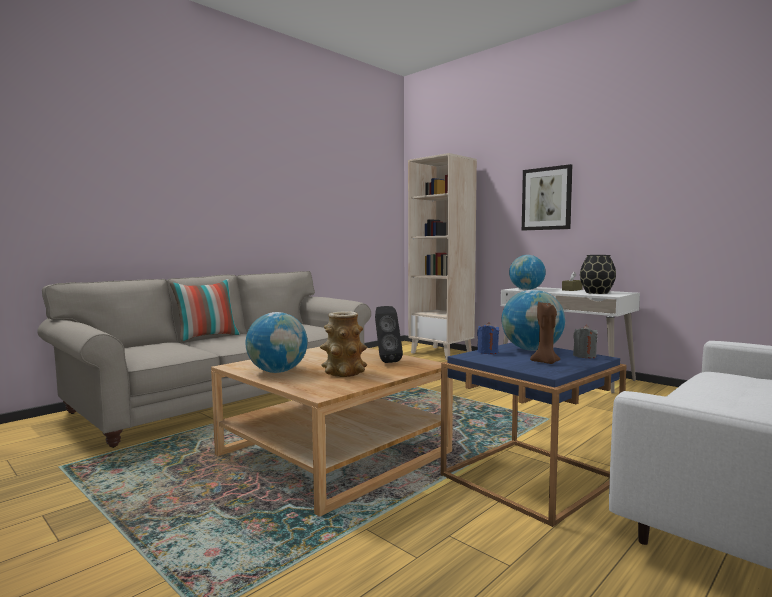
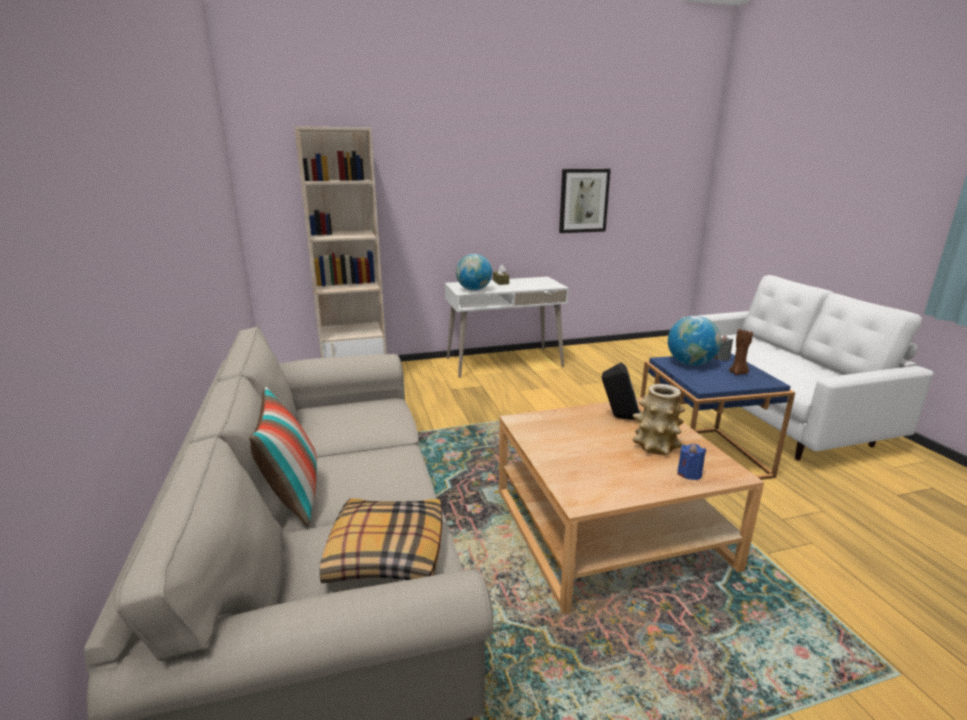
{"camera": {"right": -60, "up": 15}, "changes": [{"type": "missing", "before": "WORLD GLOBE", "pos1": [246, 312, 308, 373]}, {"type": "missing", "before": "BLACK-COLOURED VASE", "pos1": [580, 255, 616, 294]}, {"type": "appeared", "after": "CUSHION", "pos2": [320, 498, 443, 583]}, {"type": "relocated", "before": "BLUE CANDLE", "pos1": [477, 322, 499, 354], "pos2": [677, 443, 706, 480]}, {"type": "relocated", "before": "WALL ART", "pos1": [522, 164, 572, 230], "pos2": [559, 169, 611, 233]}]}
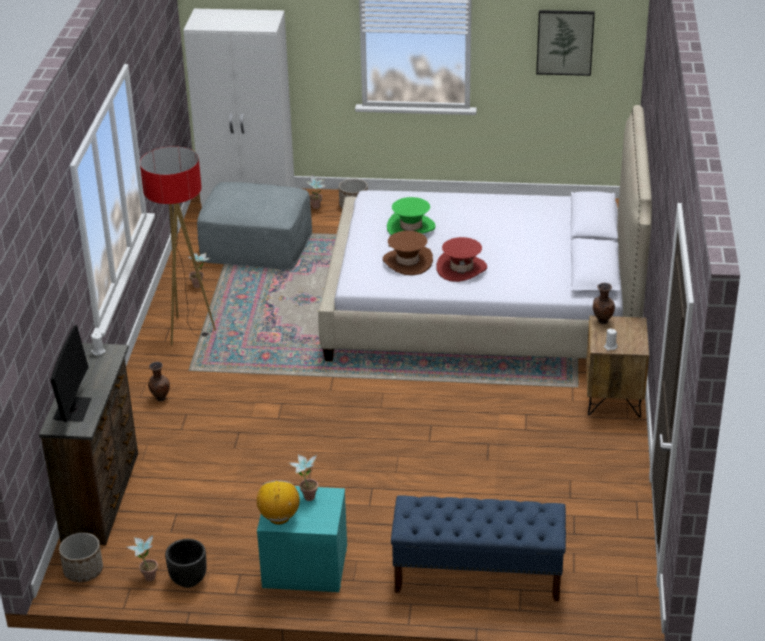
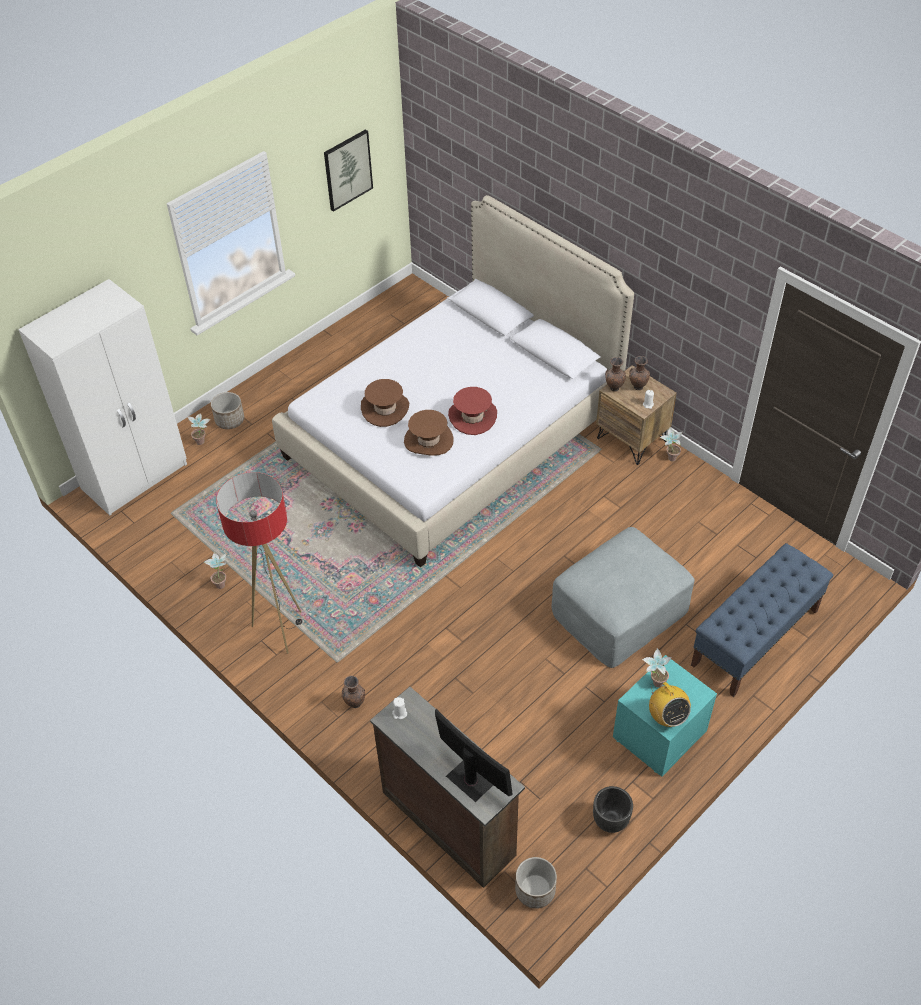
{"camera": {"right": -50, "up": 15}, "changes": [{"type": "appeared", "after": "BROWN VASE", "pos2": [629, 356, 650, 390]}, {"type": "relocated", "before": "HOUSEPLANT", "pos1": [127, 535, 158, 581], "pos2": [660, 427, 683, 461]}, {"type": "relocated", "before": "GRAY OTTOMAN", "pos1": [197, 182, 312, 269], "pos2": [551, 527, 695, 668]}, {"type": "colour", "before": "GREEN HAT", "after": "BROWN HAT", "pos1": [387, 197, 436, 235], "pos2": [361, 379, 409, 427]}, {"type": "spun", "before": "RADIO", "pos1": [257, 481, 300, 525], "pos2": [649, 682, 691, 727], "turn": -150}]}
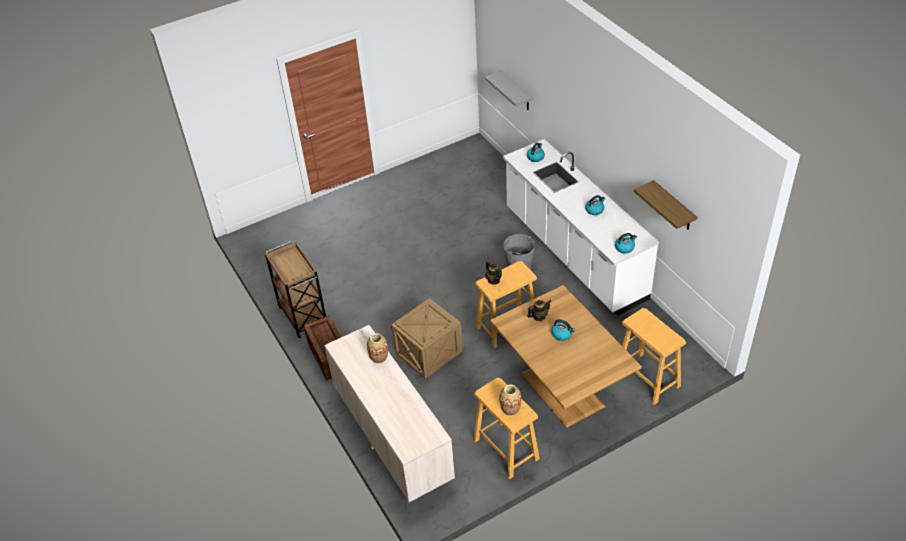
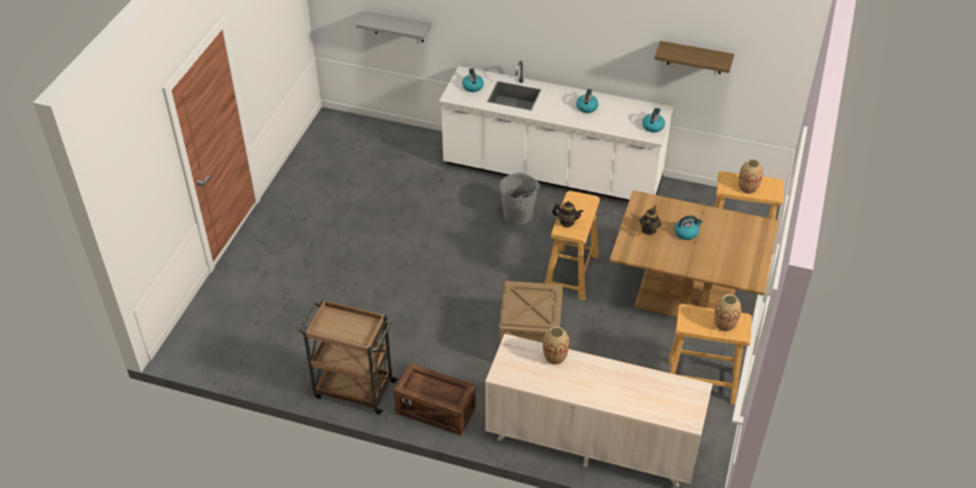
{"camera": {"right": -45, "up": 0}, "changes": [{"type": "appeared", "after": "VASE", "pos2": [739, 159, 763, 194]}]}
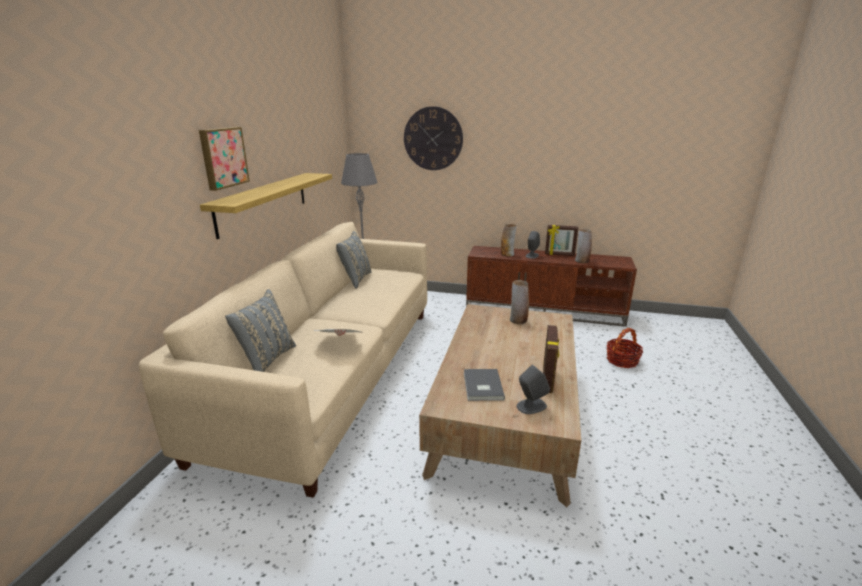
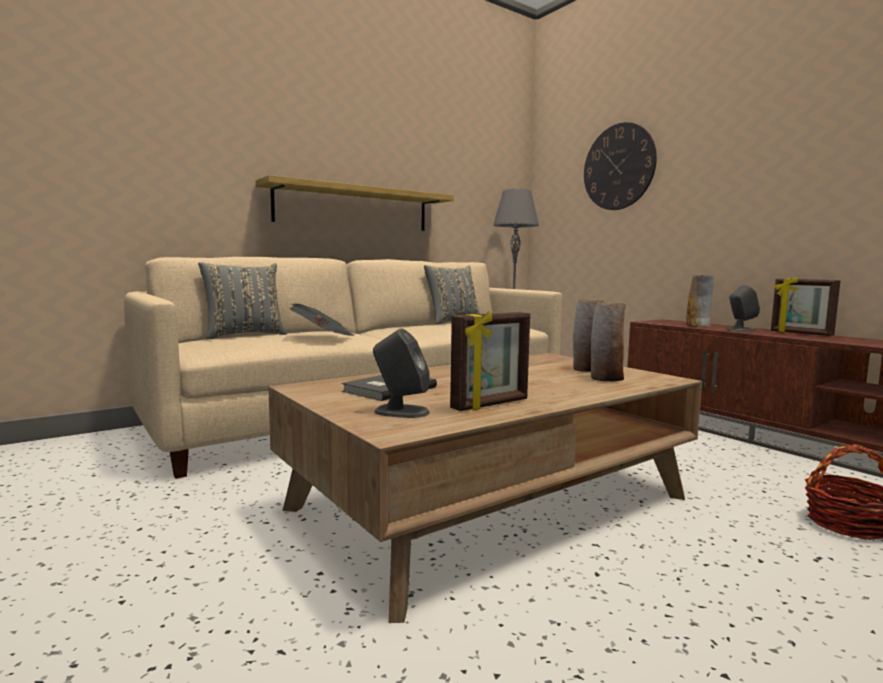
{"camera": {"right": 40, "up": -15}, "changes": [{"type": "missing", "before": "WALL ART", "pos1": [199, 127, 250, 191]}, {"type": "relocated", "before": "VASE", "pos1": [575, 229, 592, 263], "pos2": [591, 302, 626, 381]}]}
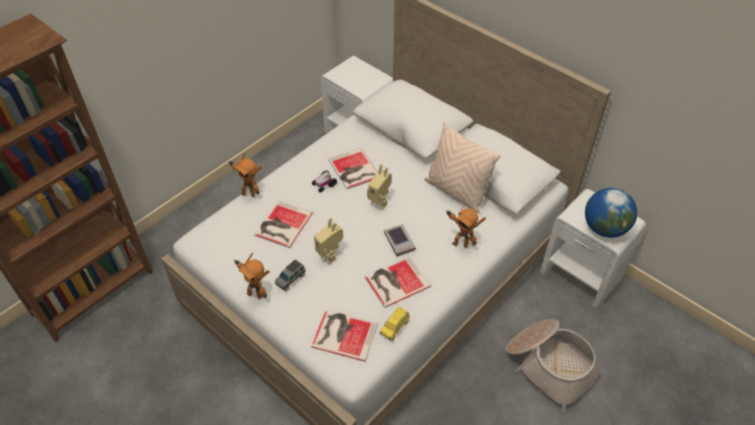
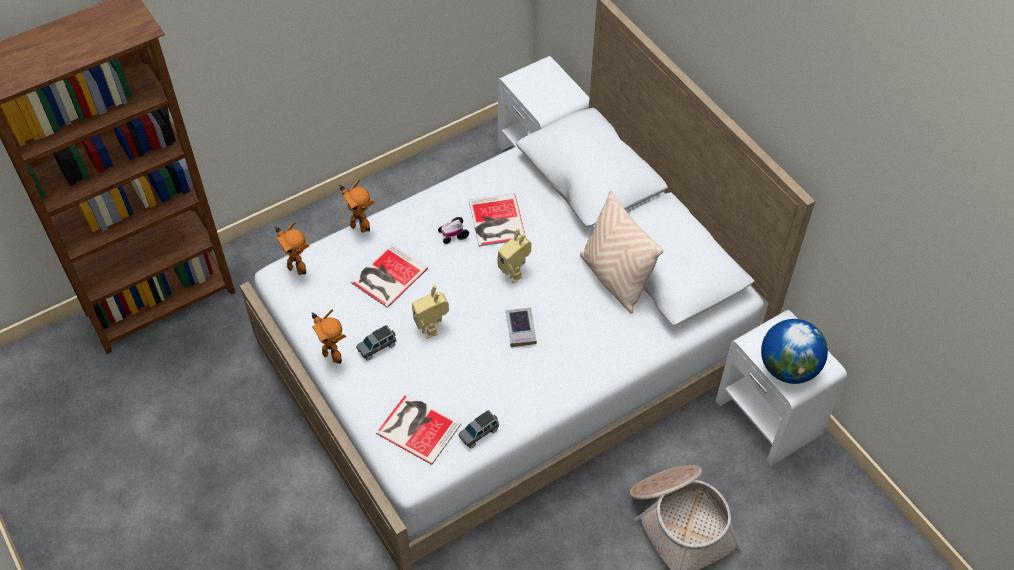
{"camera": {"right": 15, "up": 5}, "changes": [{"type": "missing", "before": "BOOK", "pos1": [364, 256, 431, 308]}, {"type": "relocated", "before": "MODEL ROBOT", "pos1": [446, 203, 486, 248], "pos2": [274, 222, 310, 275]}, {"type": "colour", "before": "YELLOWISH TOY CAR", "after": "GRAY TOY CAR", "pos1": [380, 306, 409, 341], "pos2": [459, 410, 499, 449]}]}
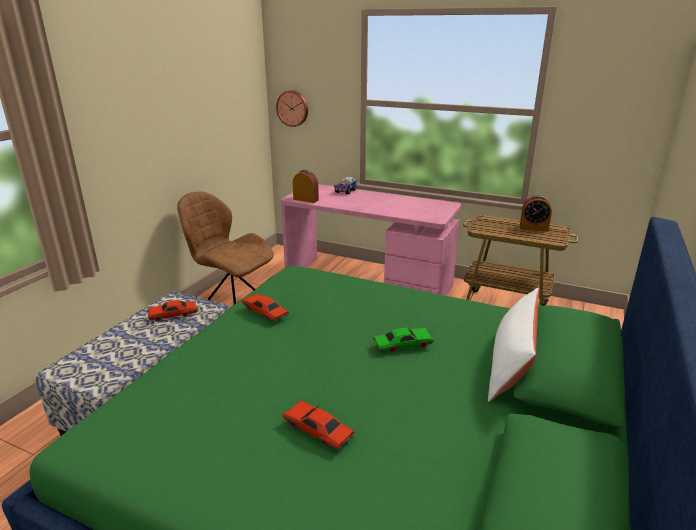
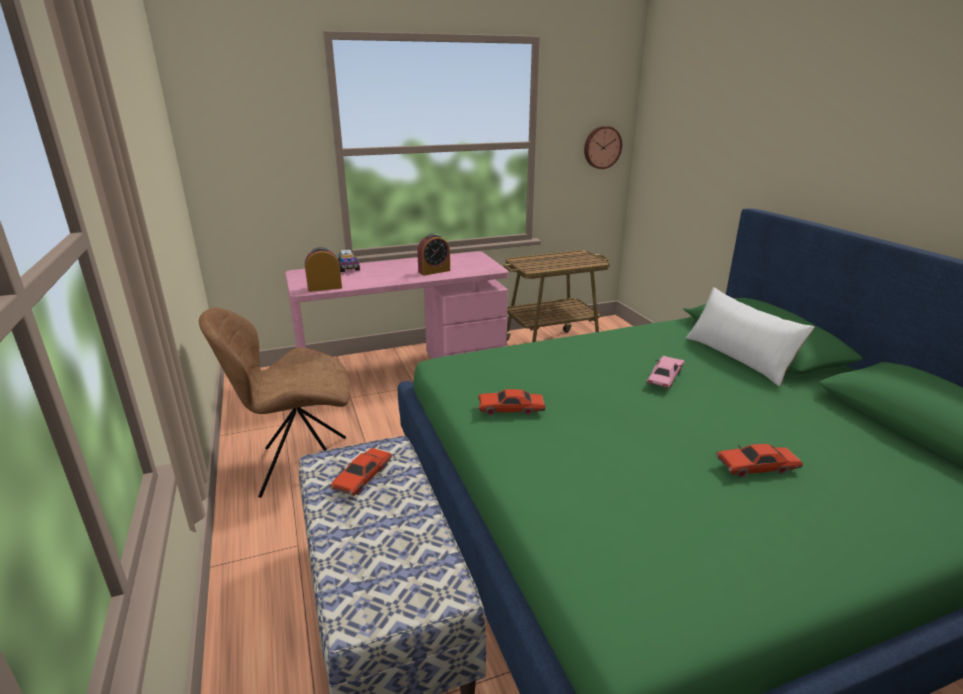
{"camera": {"right": -45, "up": 0}, "changes": [{"type": "relocated", "before": "CLOCK ON THE WALL", "pos1": [276, 90, 308, 127], "pos2": [584, 126, 622, 169]}, {"type": "relocated", "before": "ALARM CLOCK", "pos1": [520, 195, 552, 232], "pos2": [417, 234, 450, 275]}, {"type": "colour", "before": "GREEN TOY CAR", "after": "PINK TOY CAR", "pos1": [373, 327, 434, 353], "pos2": [646, 356, 685, 390]}]}
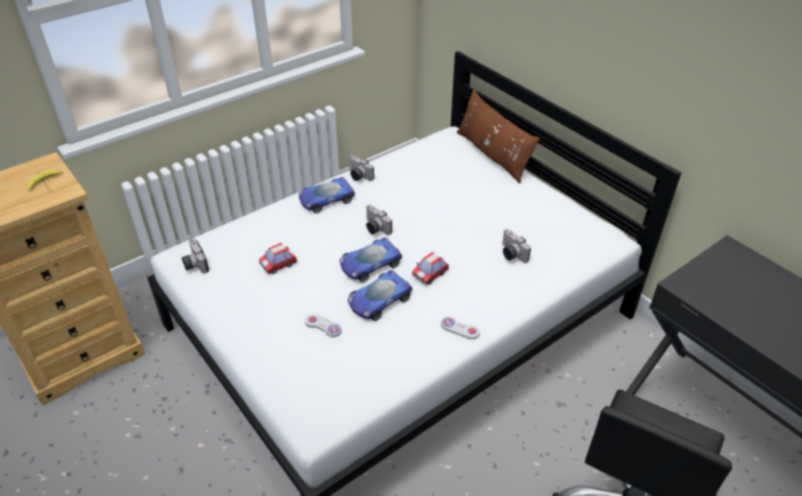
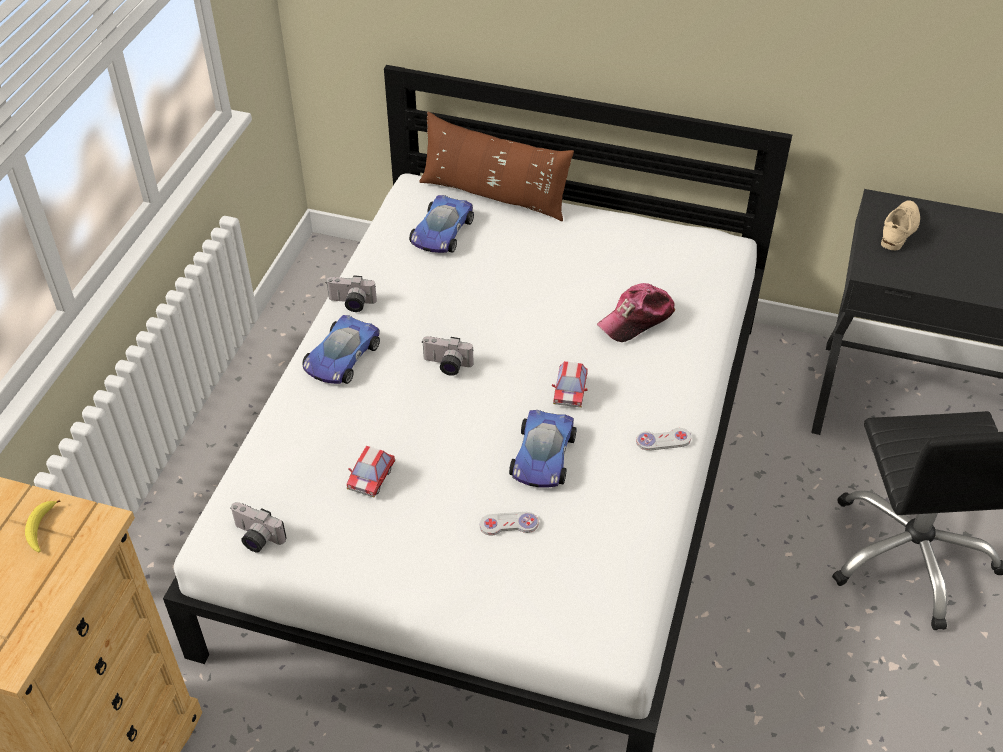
{"camera": {"right": -35, "up": 5}, "changes": [{"type": "appeared", "after": "SAND-COLOURED LOW SHOE", "pos2": [881, 200, 920, 250]}, {"type": "relocated", "before": "TOY CAR", "pos1": [339, 237, 402, 282], "pos2": [409, 195, 474, 253]}, {"type": "exchanged", "before": "PHOTO CAMERA", "after": "PEAKED CAP", "pos1": [502, 229, 531, 263], "pos2": [597, 283, 675, 342]}]}
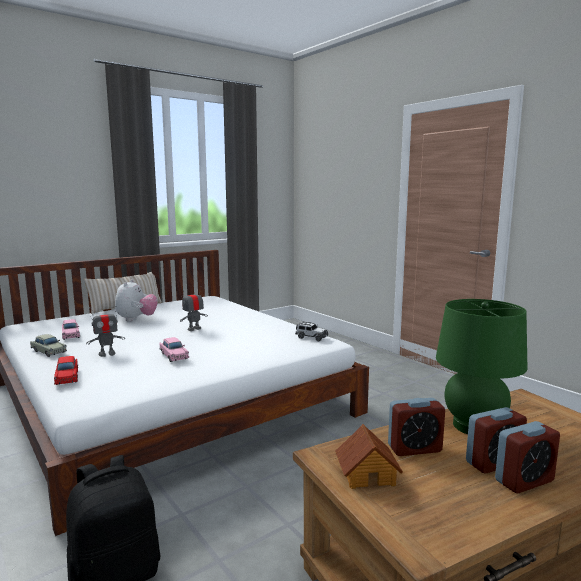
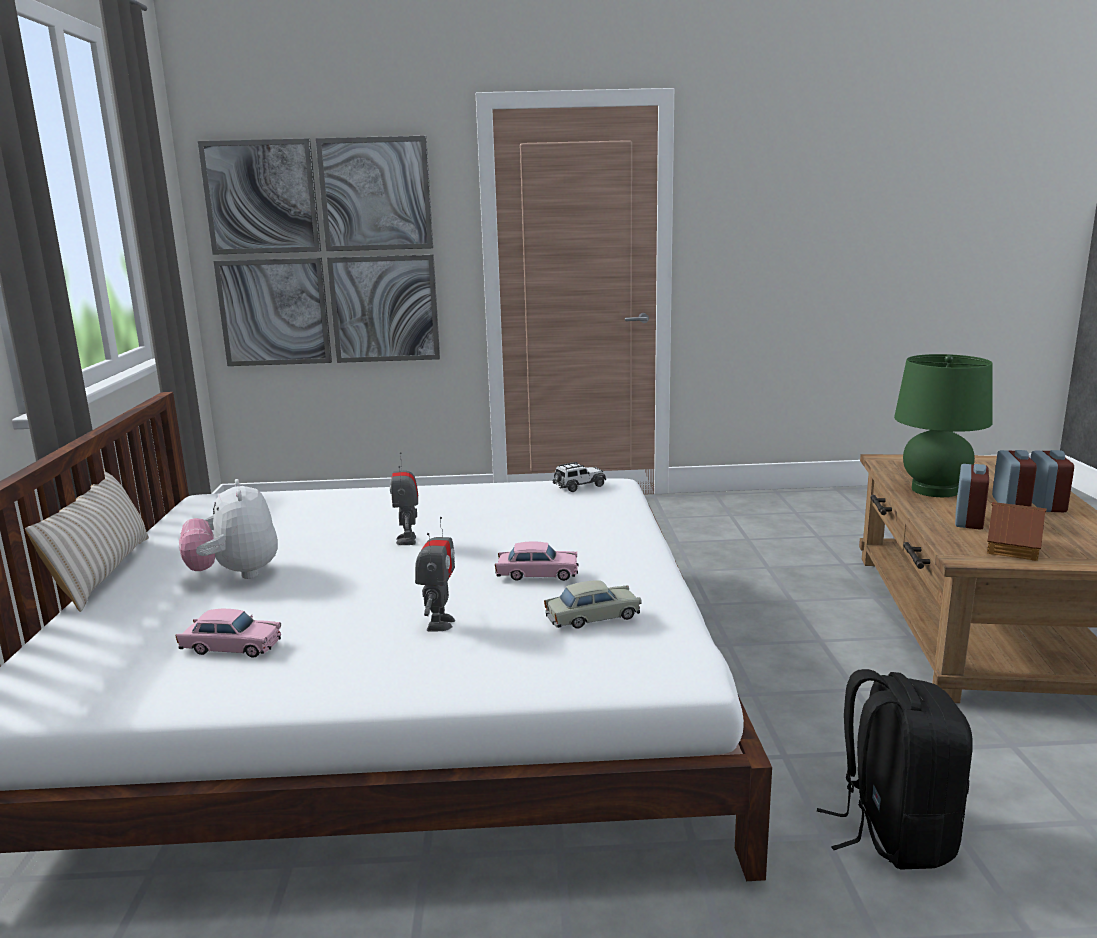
{"camera": {"right": -55, "up": 5}, "changes": [{"type": "missing", "before": "REDDISH TOY CAR", "pos1": [54, 356, 78, 385]}, {"type": "appeared", "after": "WALL ART", "pos2": [198, 136, 440, 366]}, {"type": "relocated", "before": "SAND-COLOURED TOY CAR", "pos1": [30, 334, 67, 357], "pos2": [544, 581, 642, 629]}, {"type": "spun", "before": "CUDDLY TOY", "pos1": [115, 279, 158, 321], "pos2": [179, 479, 278, 579], "turn": -150}]}
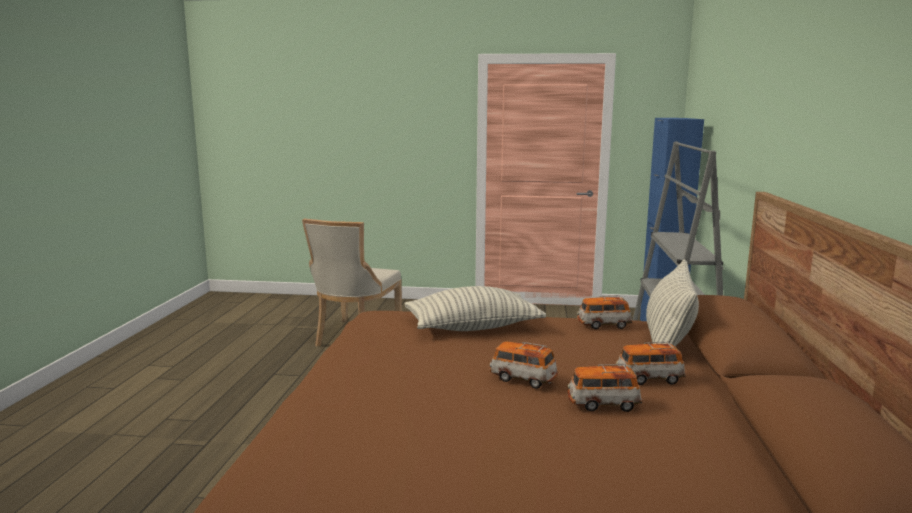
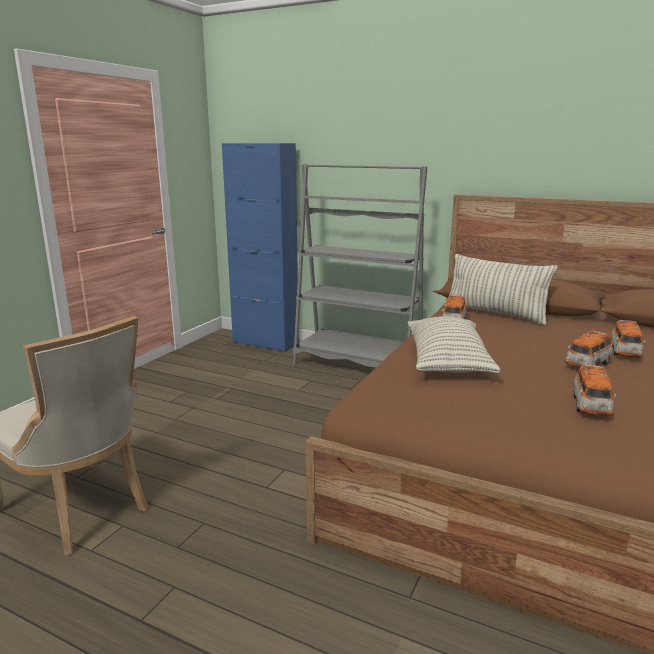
{"camera": {"right": -70, "up": 5}, "changes": [{"type": "relocated", "before": "TOY CAR", "pos1": [616, 342, 686, 385], "pos2": [573, 364, 617, 416]}]}
